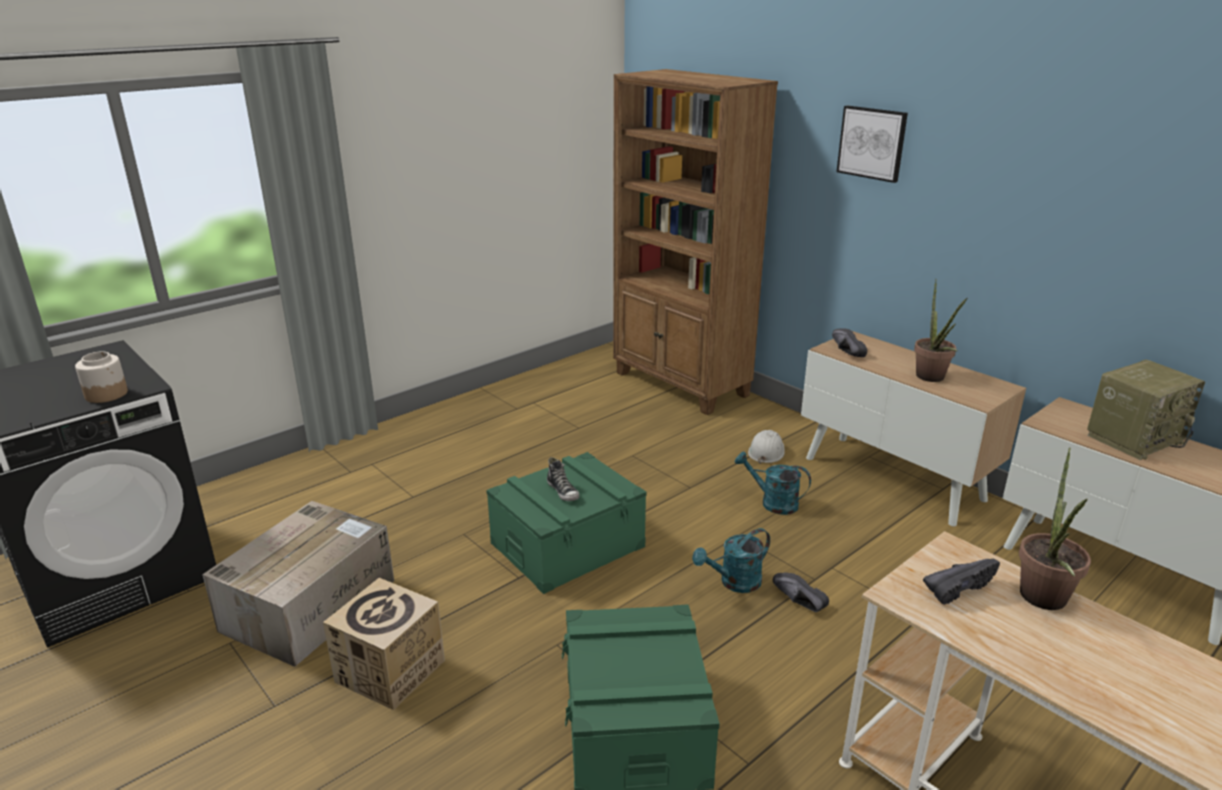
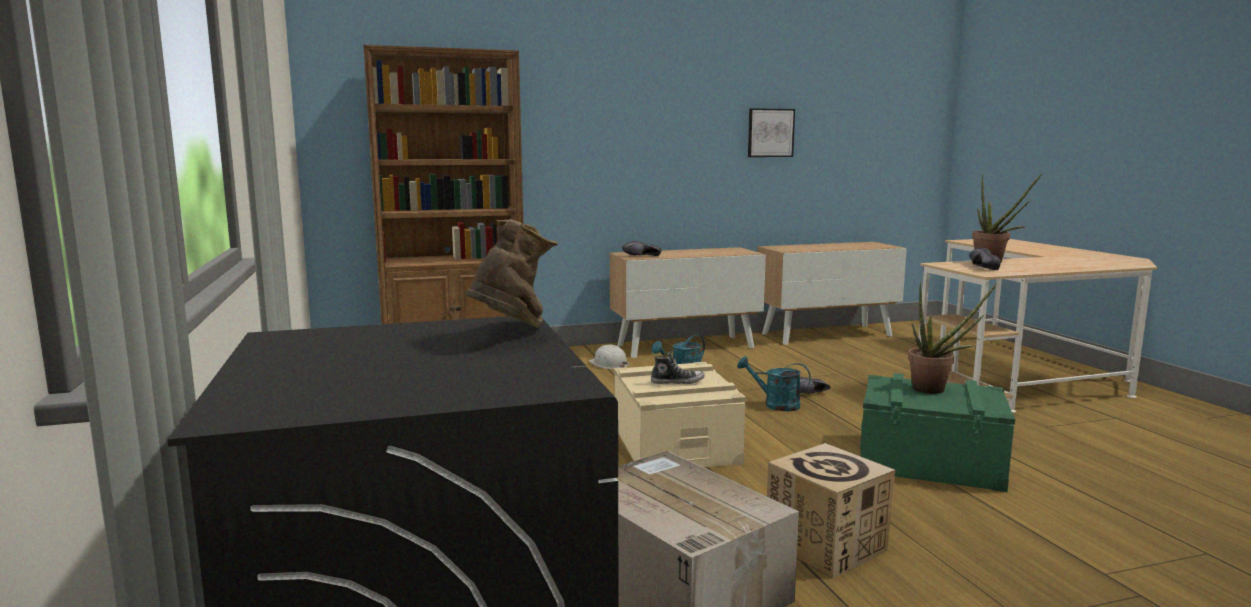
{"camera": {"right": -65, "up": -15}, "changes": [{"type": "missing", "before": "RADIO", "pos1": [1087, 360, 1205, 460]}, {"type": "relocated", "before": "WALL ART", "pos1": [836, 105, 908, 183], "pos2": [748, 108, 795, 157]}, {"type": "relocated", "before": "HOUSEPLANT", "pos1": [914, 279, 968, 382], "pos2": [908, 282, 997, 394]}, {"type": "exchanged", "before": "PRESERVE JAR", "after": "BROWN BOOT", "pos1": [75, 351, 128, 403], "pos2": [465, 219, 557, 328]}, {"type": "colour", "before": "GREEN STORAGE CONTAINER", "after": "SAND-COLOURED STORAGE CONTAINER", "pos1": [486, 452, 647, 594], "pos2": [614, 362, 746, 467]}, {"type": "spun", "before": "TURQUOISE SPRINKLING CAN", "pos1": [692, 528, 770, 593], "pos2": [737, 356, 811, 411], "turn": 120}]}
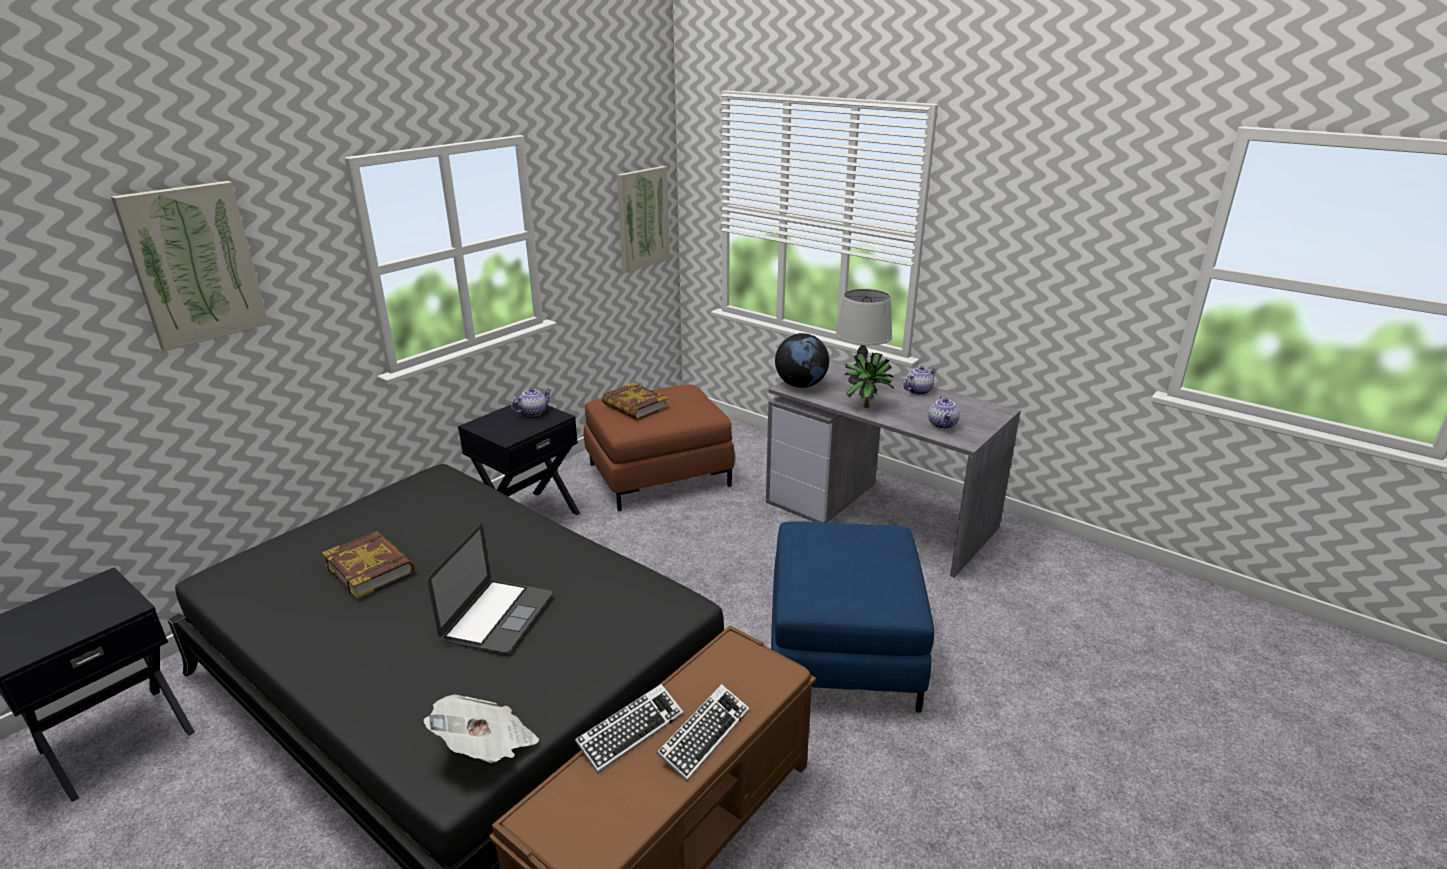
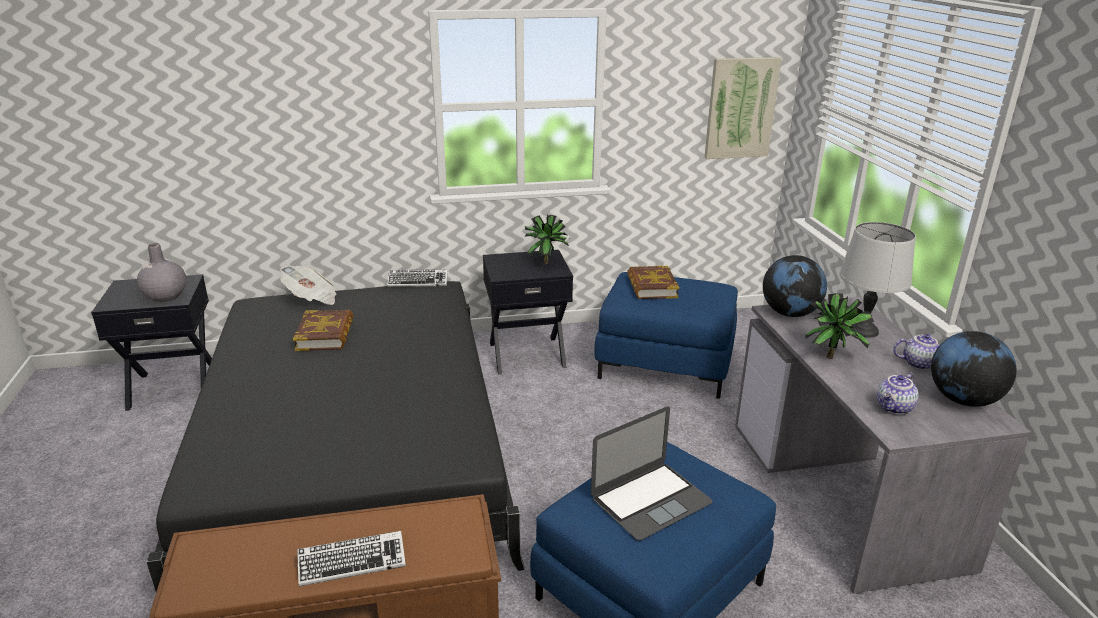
{"camera": {"right": 40, "up": 0}, "changes": [{"type": "missing", "before": "WALL ART", "pos1": [111, 181, 269, 351]}, {"type": "appeared", "after": "GRAY VASE", "pos2": [137, 243, 187, 302]}, {"type": "appeared", "after": "WORLD GLOBE", "pos2": [931, 331, 1017, 407]}, {"type": "relocated", "before": "DAILY PAPER", "pos1": [423, 694, 539, 763], "pos2": [280, 266, 338, 305]}, {"type": "relocated", "before": "NOTEBOOK COMPUTER", "pos1": [427, 524, 552, 653], "pos2": [591, 407, 712, 540]}, {"type": "relocated", "before": "COMPUTER KEYBOARD", "pos1": [575, 684, 684, 773], "pos2": [387, 269, 447, 287]}, {"type": "exchanged", "before": "TEAPOT", "after": "HOUSEPLANT", "pos1": [511, 388, 552, 417], "pos2": [524, 215, 569, 264]}, {"type": "colour", "before": "BROWN OTTOMAN", "after": "BLUE OTTOMAN", "pos1": [584, 385, 735, 511], "pos2": [594, 272, 738, 399]}]}
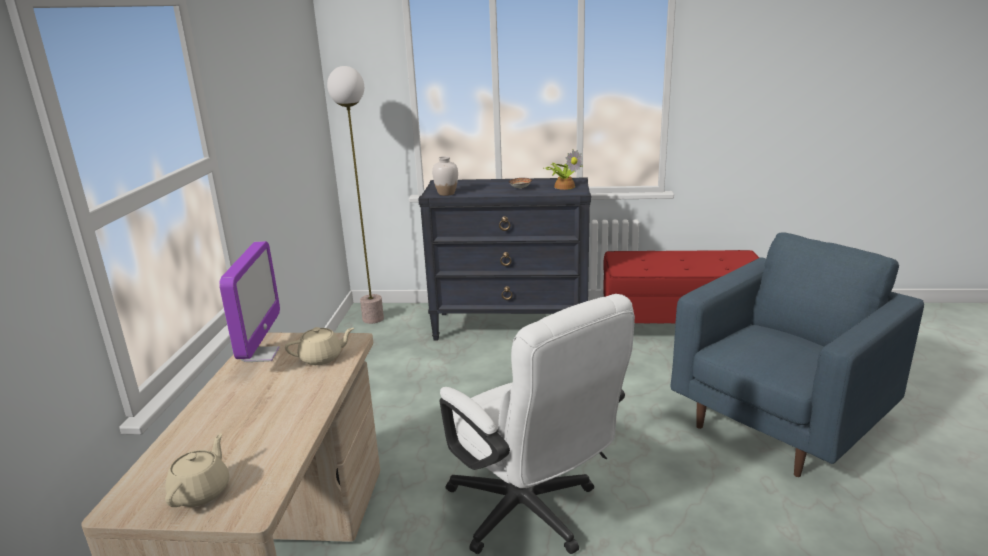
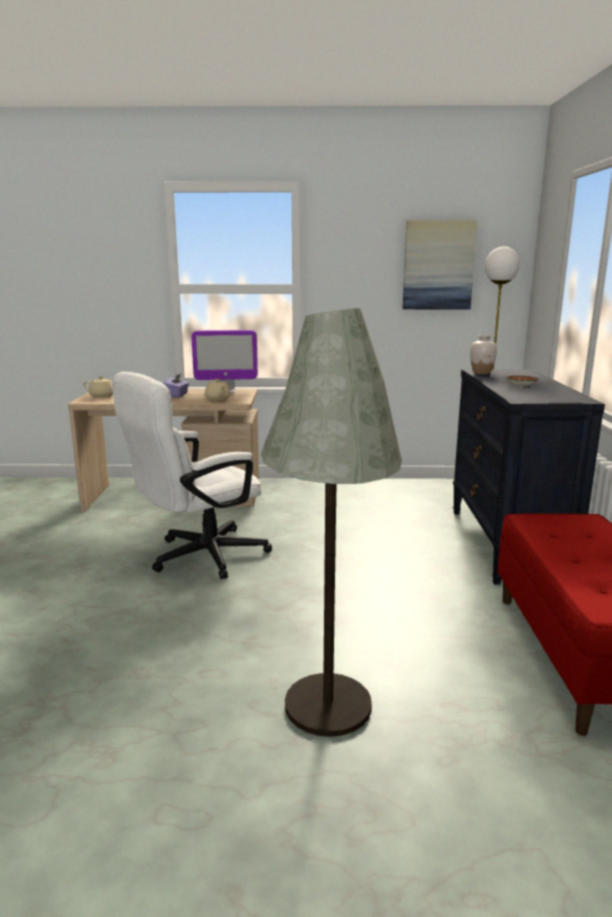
{"camera": {"right": 85, "up": -5}, "changes": [{"type": "missing", "before": "HOUSEPLANT", "pos1": [546, 149, 583, 190]}, {"type": "appeared", "after": "PURPLE TISSUE HOLDER", "pos2": [164, 374, 189, 397]}, {"type": "appeared", "after": "WALL ART", "pos2": [403, 220, 477, 309]}, {"type": "exchanged", "before": "BLUE LOUNGE CHAIR", "after": "GRAY STANDARD LAMP", "pos1": [671, 232, 924, 477], "pos2": [261, 308, 402, 737]}]}
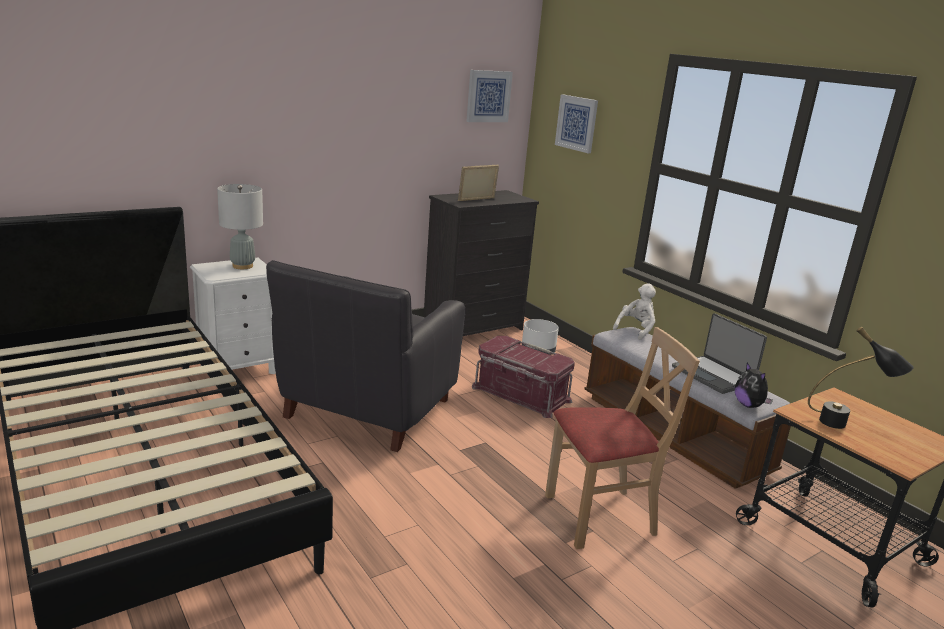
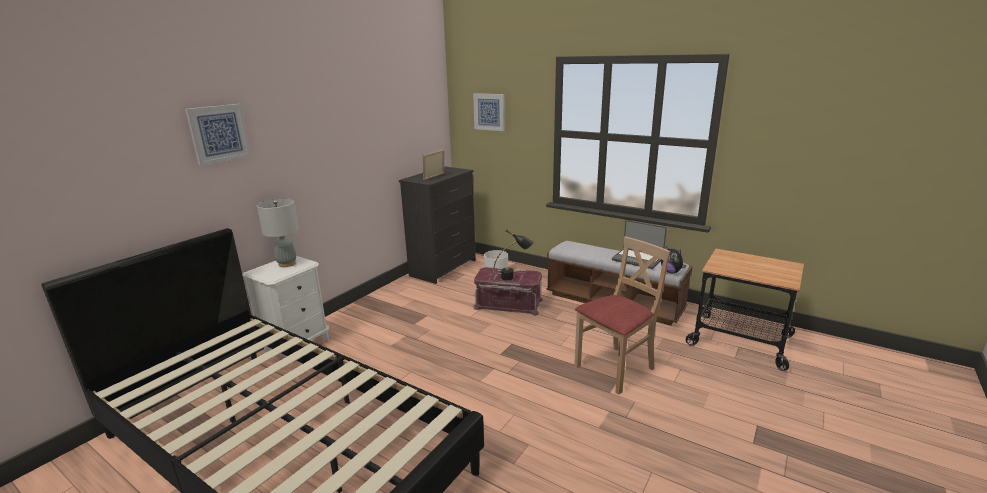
{"camera": {"right": -20, "up": 0}, "changes": [{"type": "missing", "before": "BLACK-COLOURED LOUNGE CHAIR", "pos1": [266, 260, 465, 452]}, {"type": "missing", "before": "WHITE CUDDLY TOY", "pos1": [613, 283, 656, 340]}, {"type": "relocated", "before": "WALL ART", "pos1": [466, 70, 513, 122], "pos2": [185, 104, 251, 165]}, {"type": "relocated", "before": "BLACK-COLOURED TABLE LAMP", "pos1": [808, 327, 914, 429], "pos2": [494, 229, 534, 281]}]}
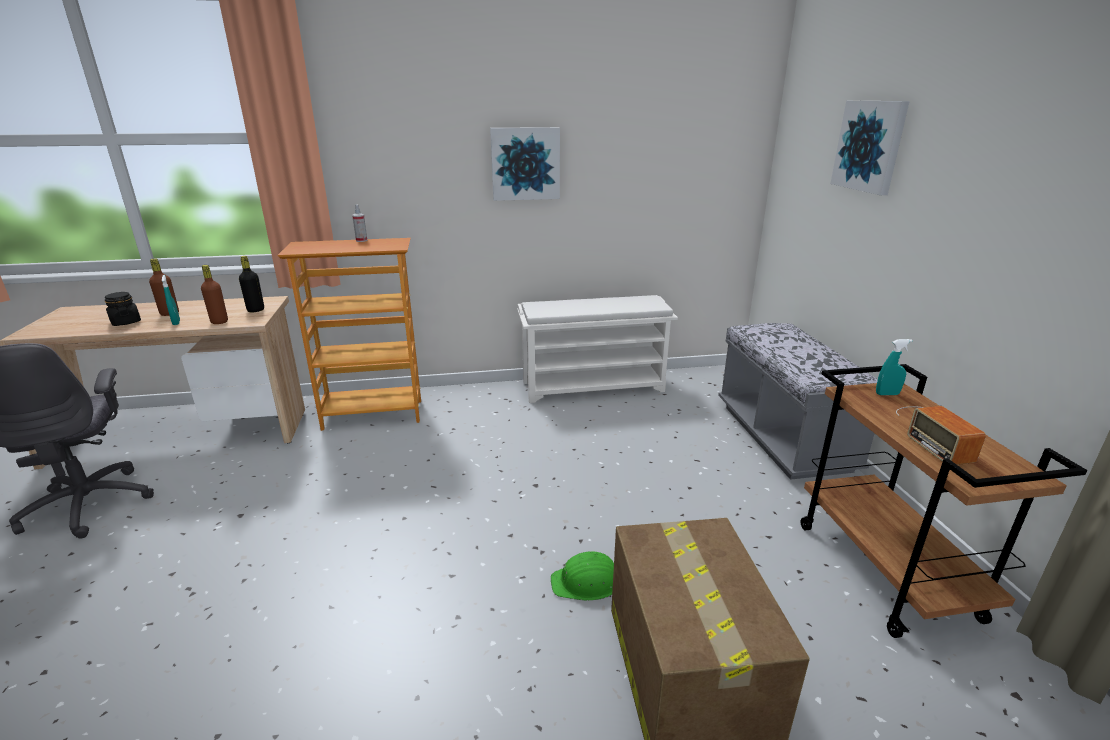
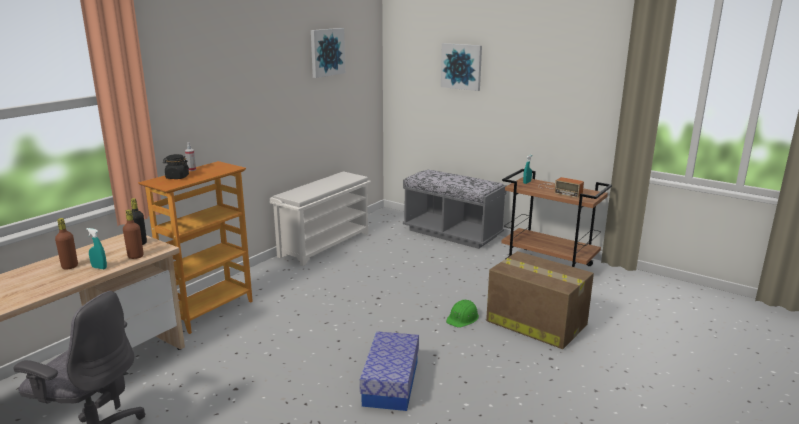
{"camera": {"right": -45, "up": -5}, "changes": [{"type": "appeared", "after": "STORAGE CONTAINER", "pos2": [360, 331, 419, 411]}, {"type": "relocated", "before": "BLACK-COLOURED PRESERVE JAR", "pos1": [105, 292, 141, 326], "pos2": [163, 154, 189, 179]}, {"type": "relocated", "before": "WALL ART", "pos1": [490, 127, 560, 201], "pos2": [311, 28, 345, 78]}]}
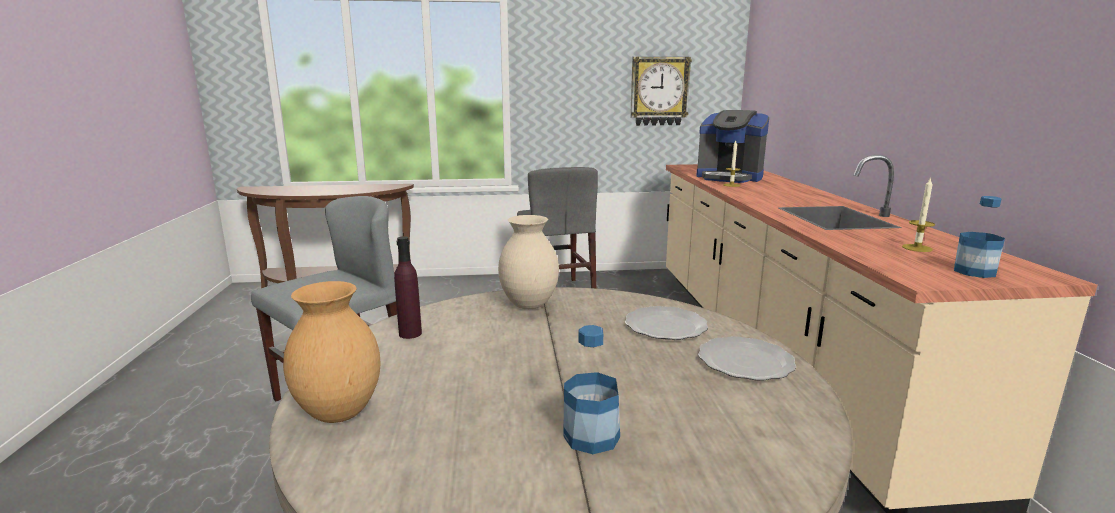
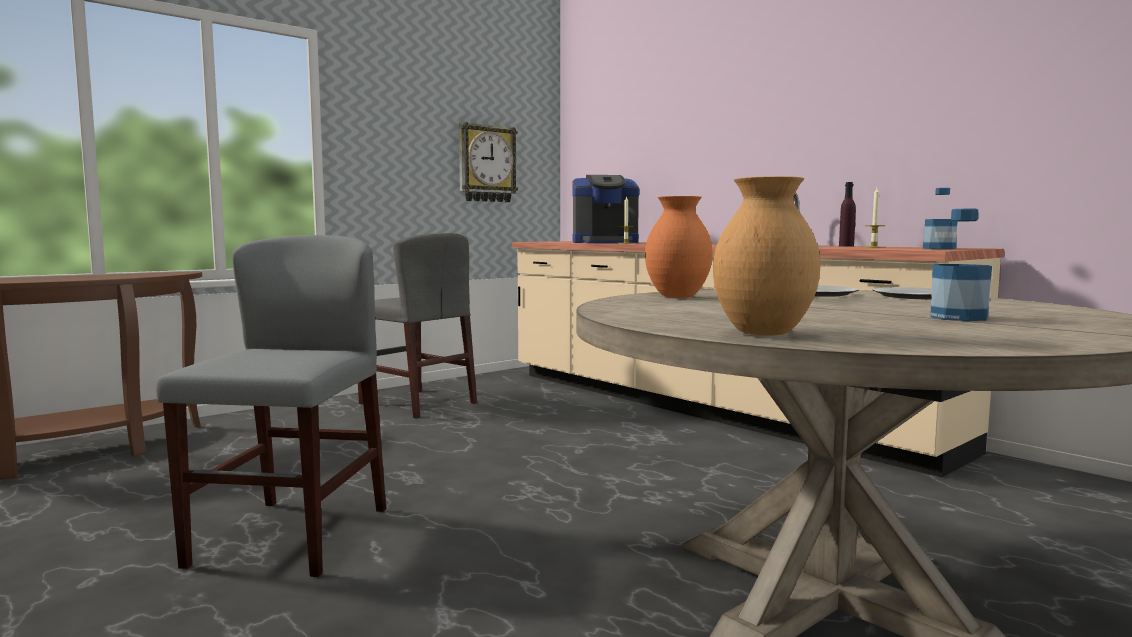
{"camera": {"right": -35, "up": -10}, "changes": [{"type": "relocated", "before": "PURPLE BEVERAGE BOTTLE", "pos1": [394, 236, 422, 339], "pos2": [839, 182, 856, 247]}, {"type": "colour", "before": "SAND-COLOURED VASE", "after": "ORANGE-COLOURED VASE", "pos1": [498, 215, 559, 309], "pos2": [645, 196, 713, 298]}]}
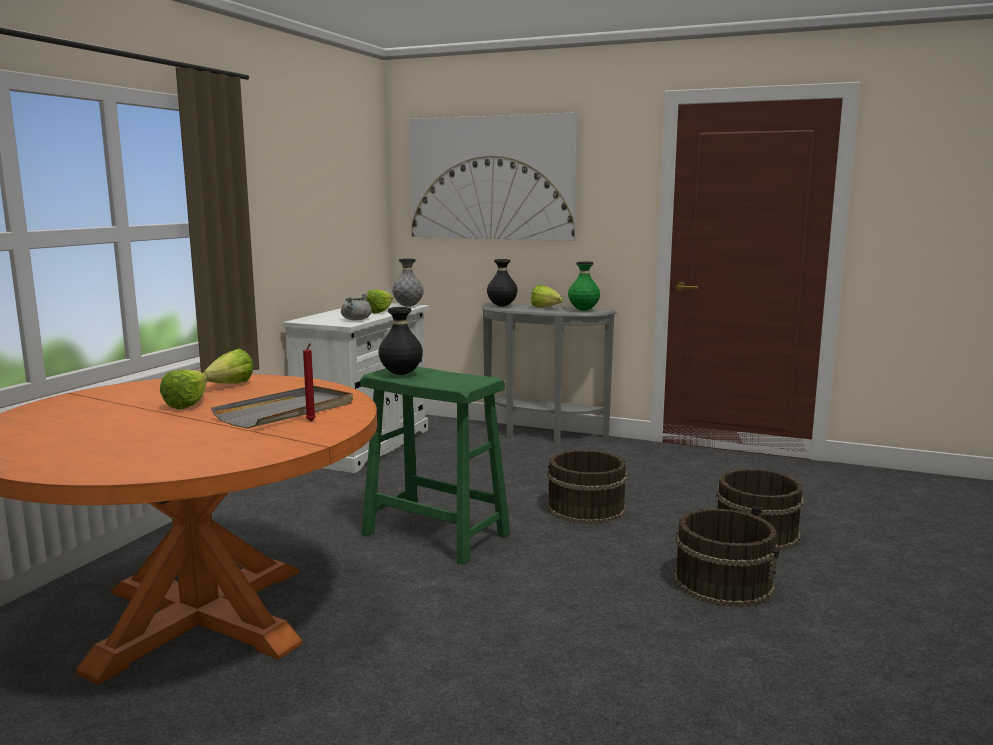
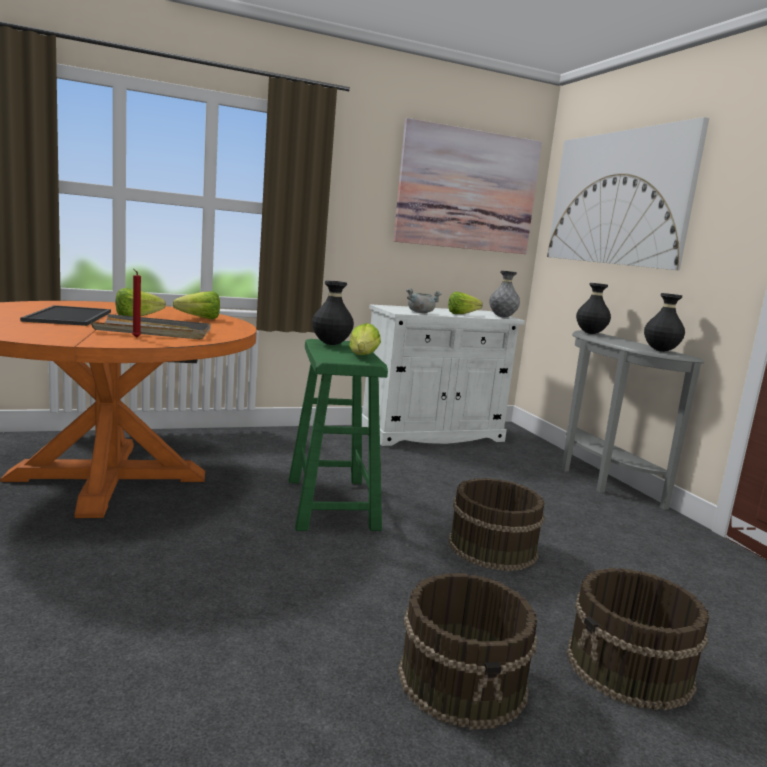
{"camera": {"right": 45, "up": 0}, "changes": [{"type": "appeared", "after": "SERVING TRAY", "pos2": [20, 305, 111, 326]}, {"type": "appeared", "after": "WALL ART", "pos2": [393, 118, 542, 254]}, {"type": "relocated", "before": "LETTUCE HEAD", "pos1": [531, 285, 563, 307], "pos2": [349, 323, 381, 355]}, {"type": "colour", "before": "GREEN VASE", "after": "BLACK-COLOURED VASE", "pos1": [568, 262, 600, 311], "pos2": [644, 293, 685, 352]}]}
